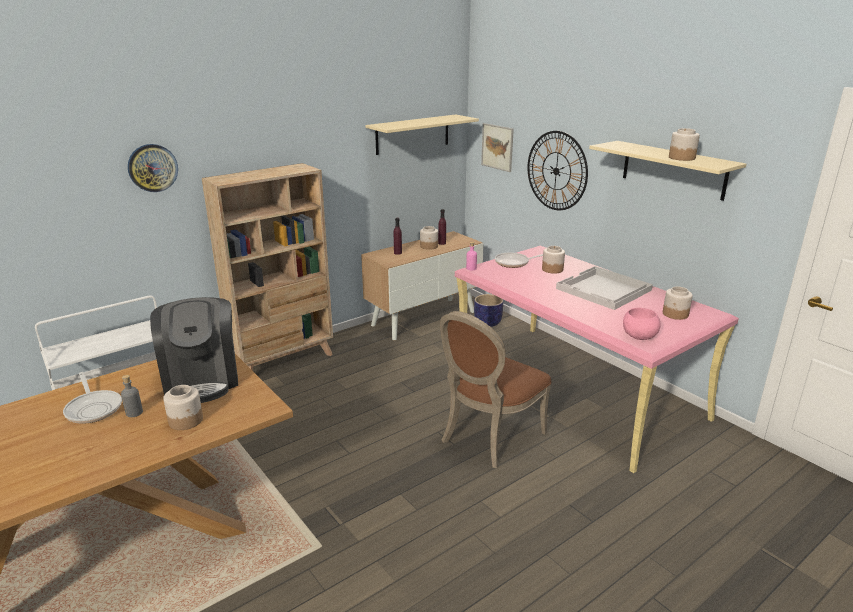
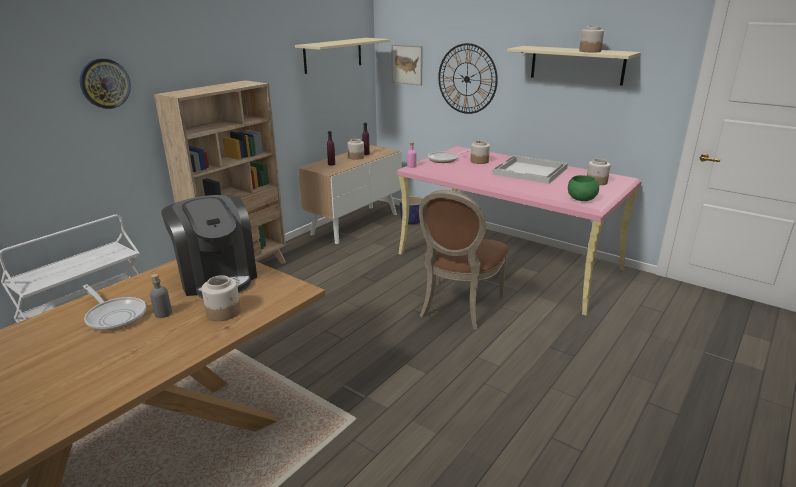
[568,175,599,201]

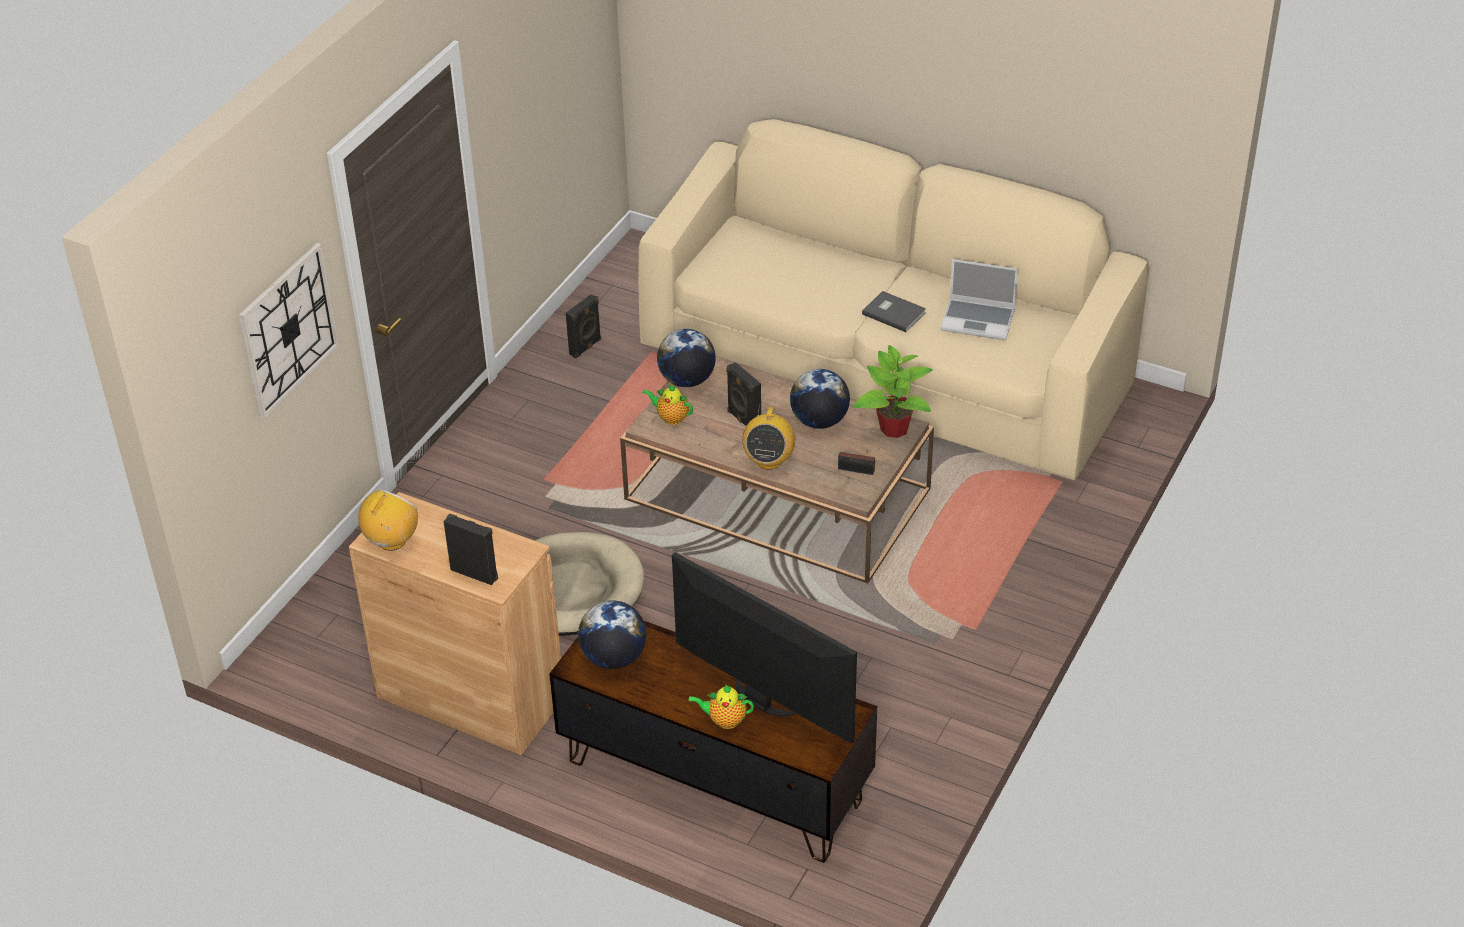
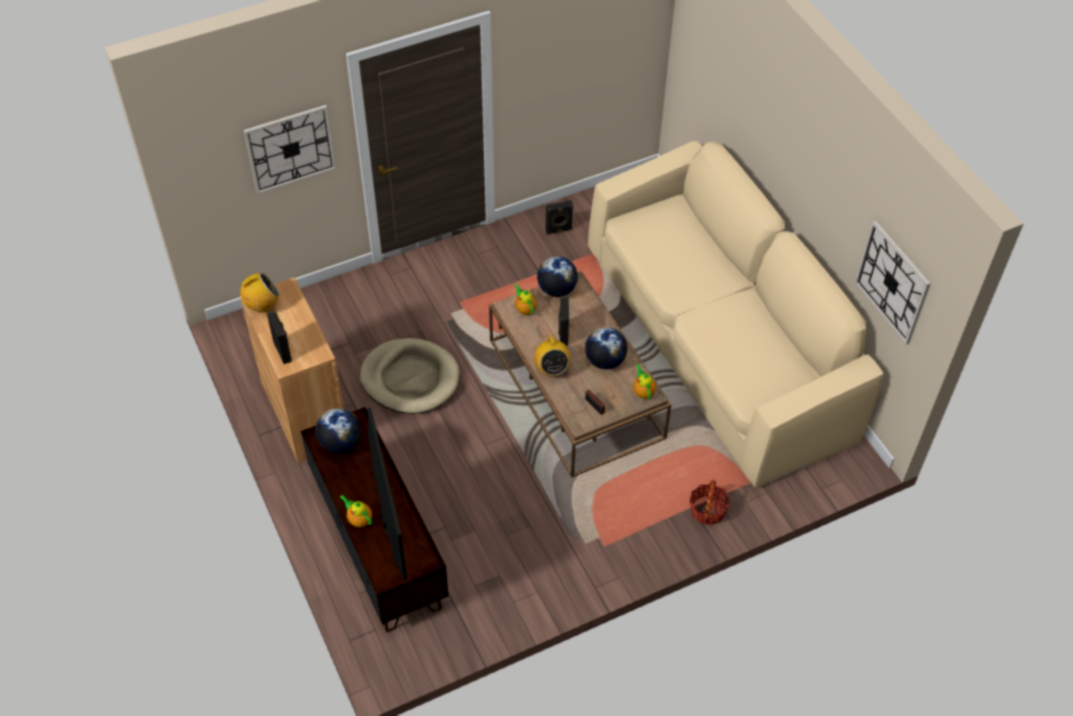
[862,291,926,332] (first image)
[940,259,1018,340] (first image)
[690,480,730,525]
[854,220,931,345]
[633,364,656,399]
[534,335,571,377]

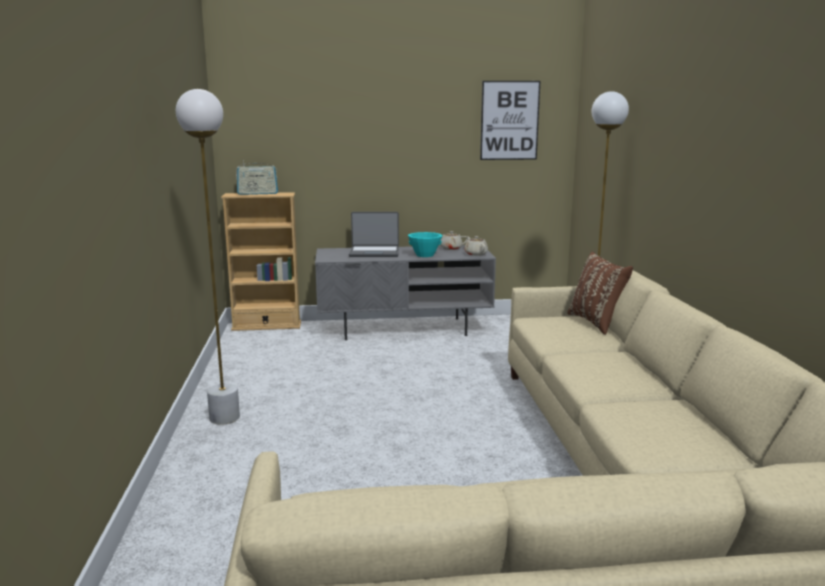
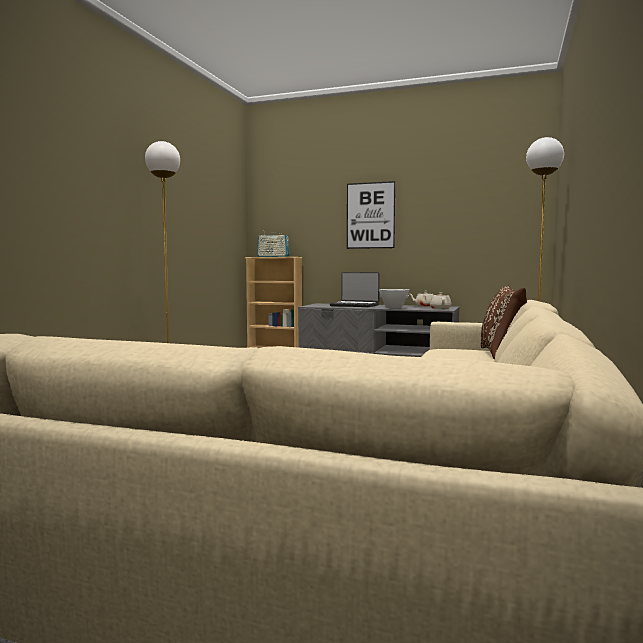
[347,181,396,249]
[379,289,409,308]

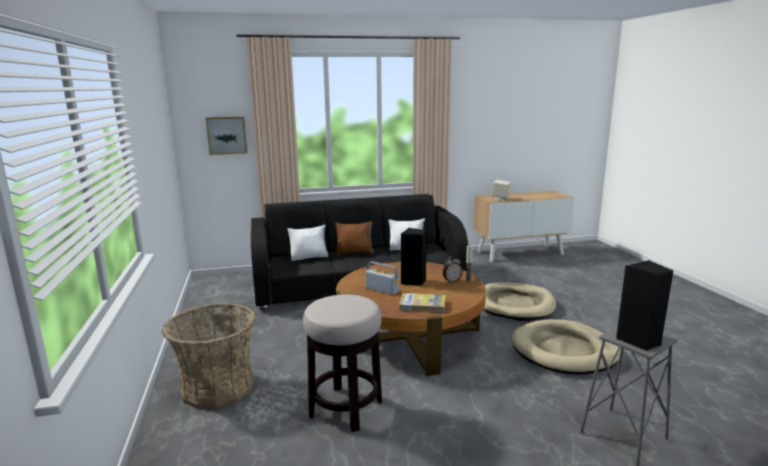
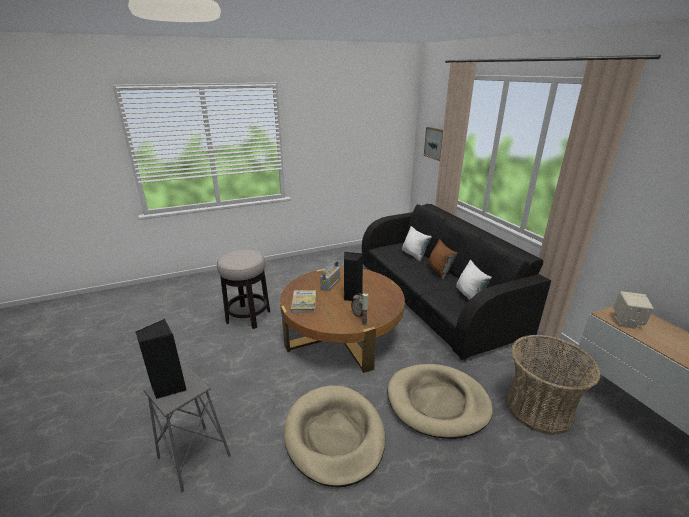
[507,335,601,435]

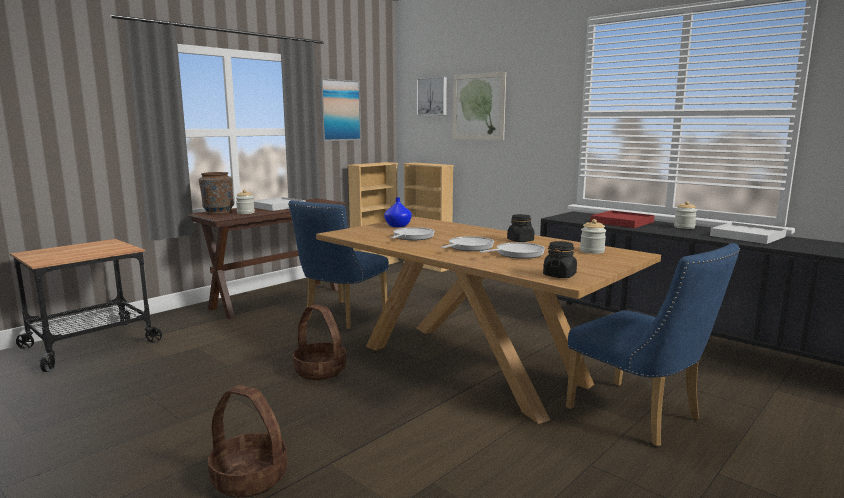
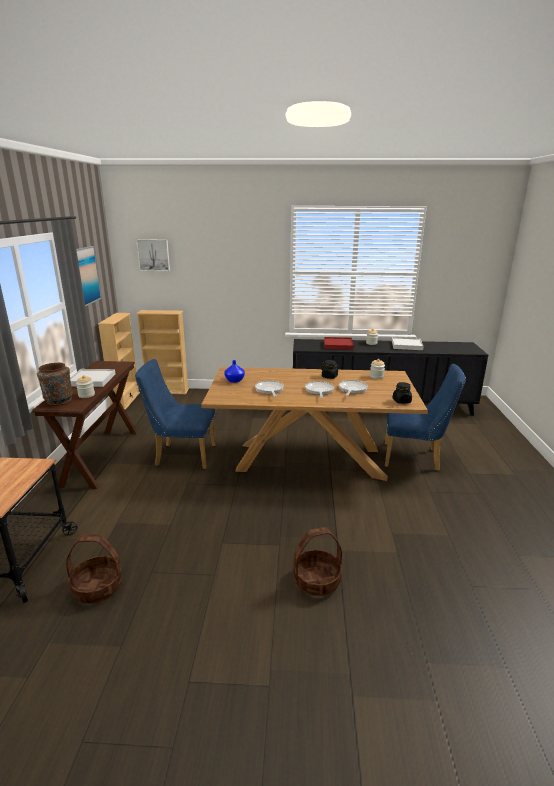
[453,72,506,140] (first image)
[66,534,122,603]
[135,359,216,469]

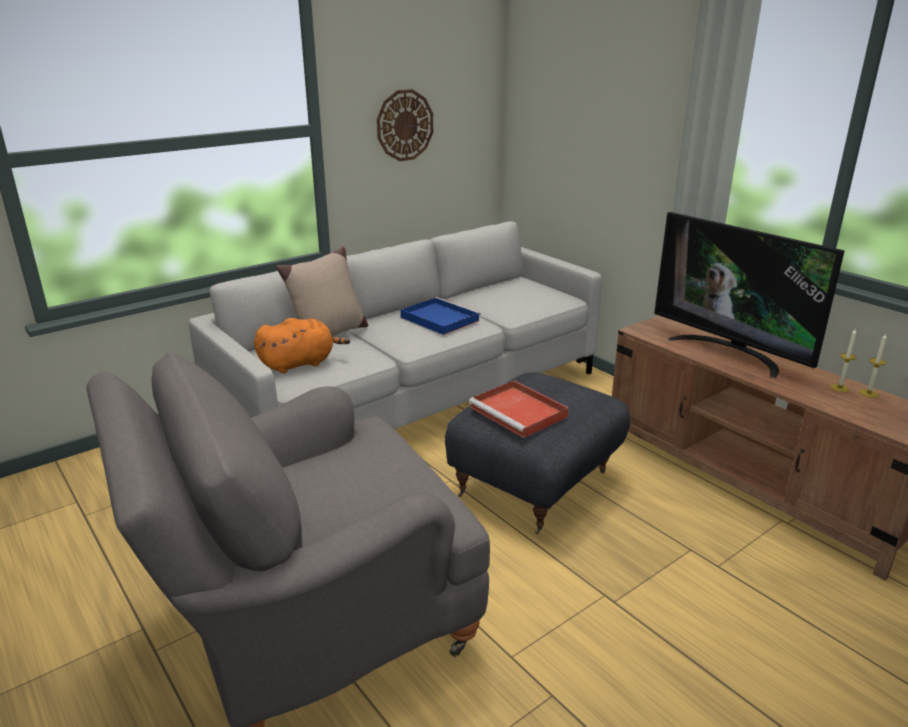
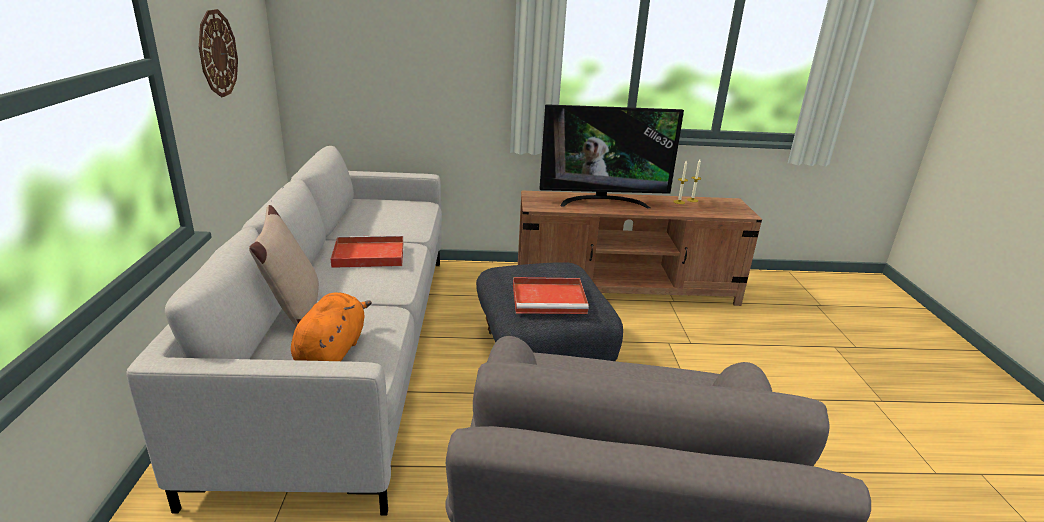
[331,235,403,268]

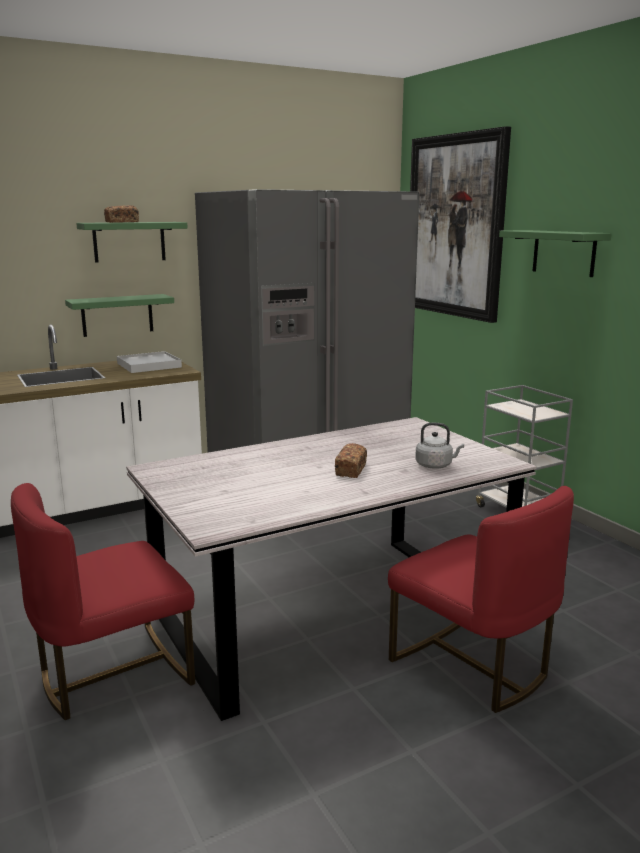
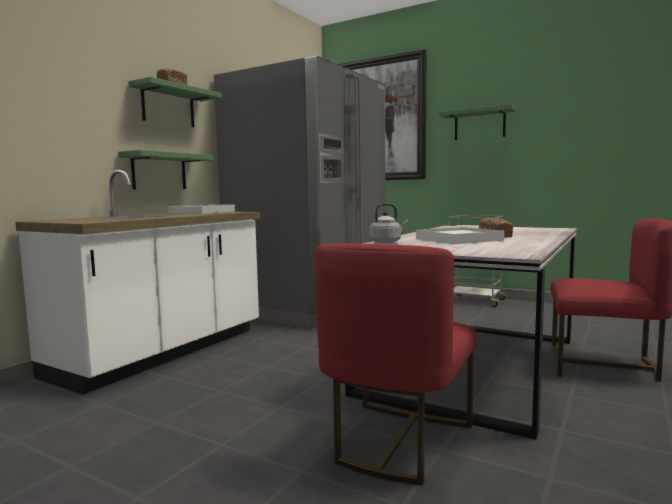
[416,227,504,244]
[370,203,409,243]

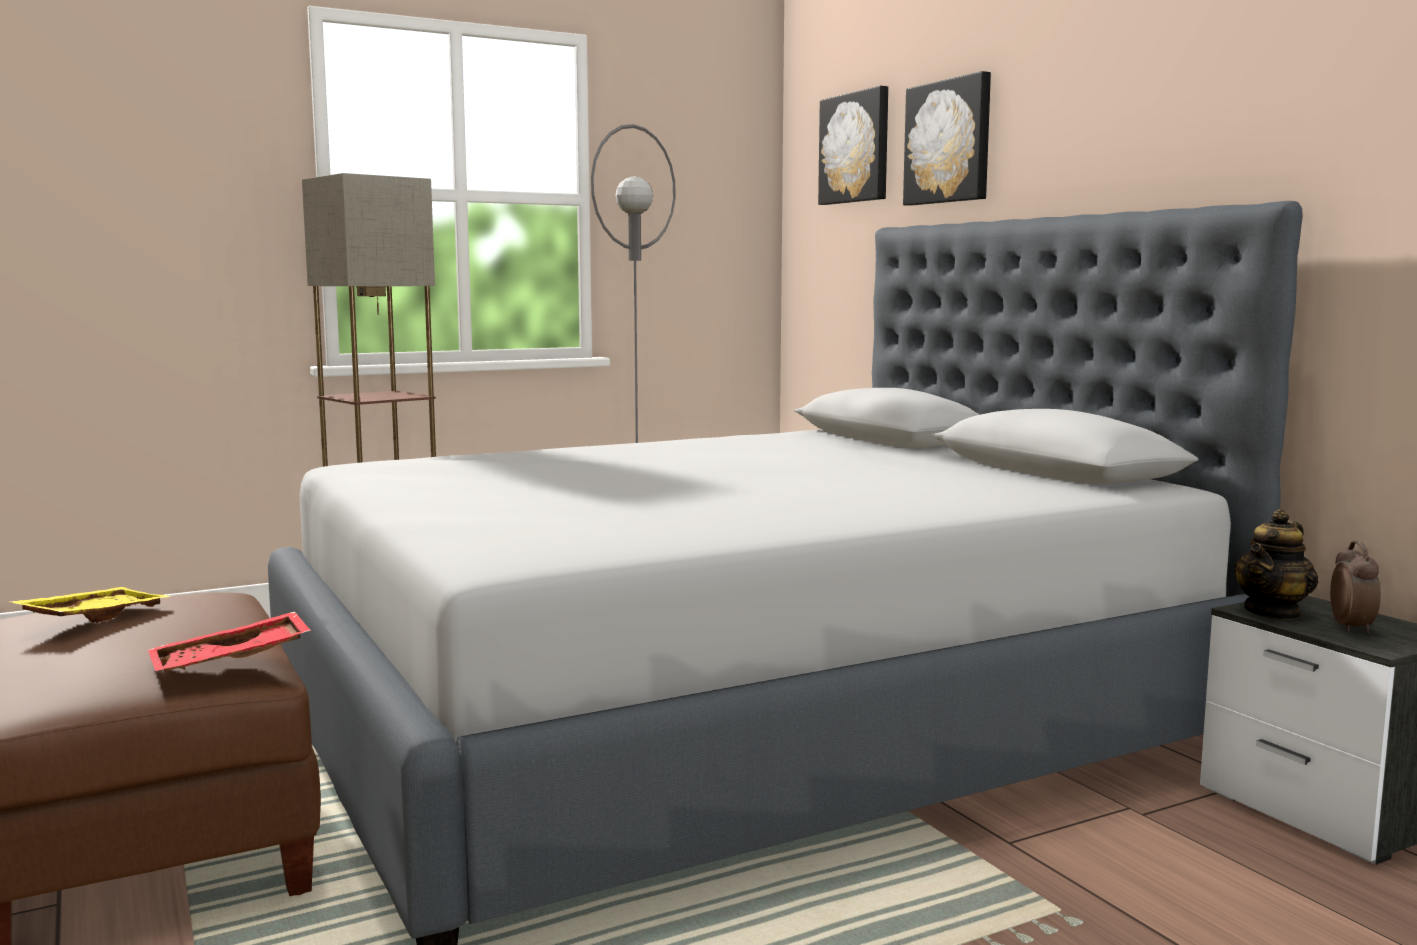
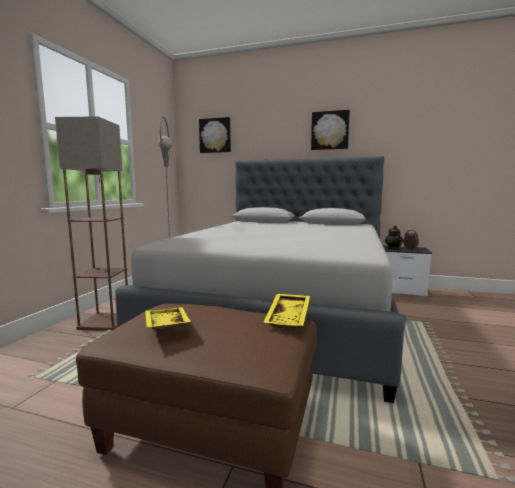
[311,110,350,150]
[263,294,310,328]

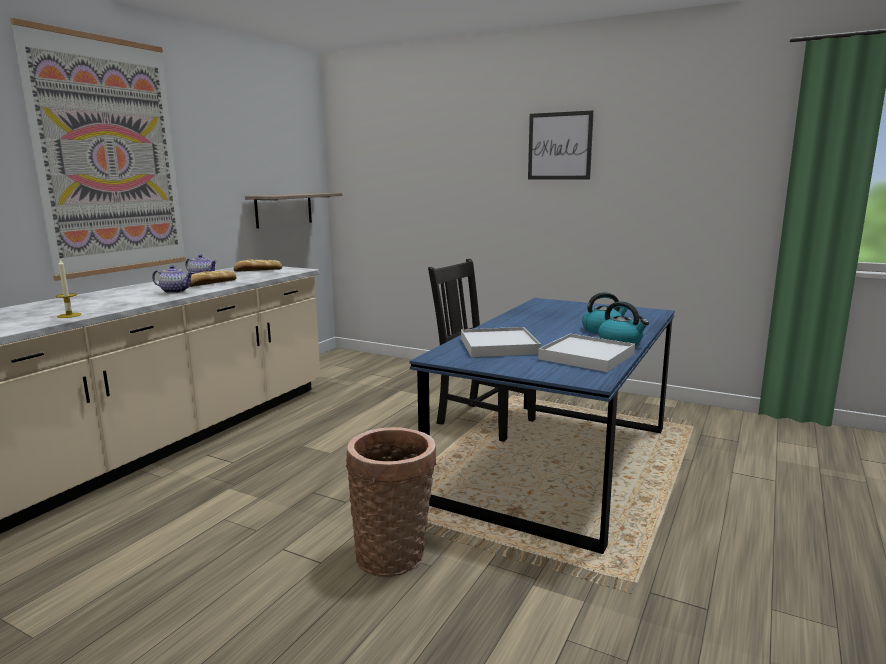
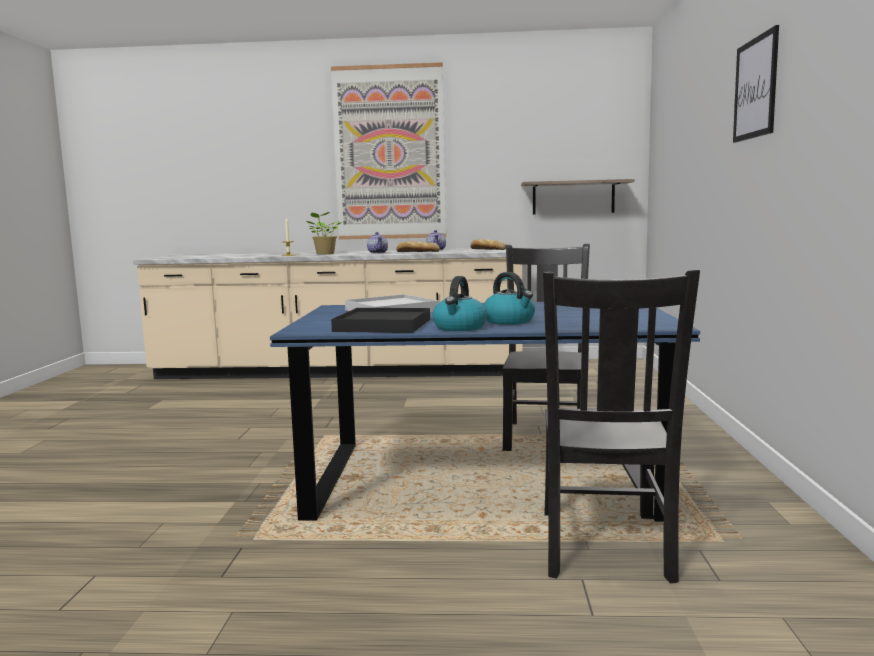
[346,427,436,577] (first image)
[306,212,342,254]
[543,270,700,583]
[331,308,430,333]

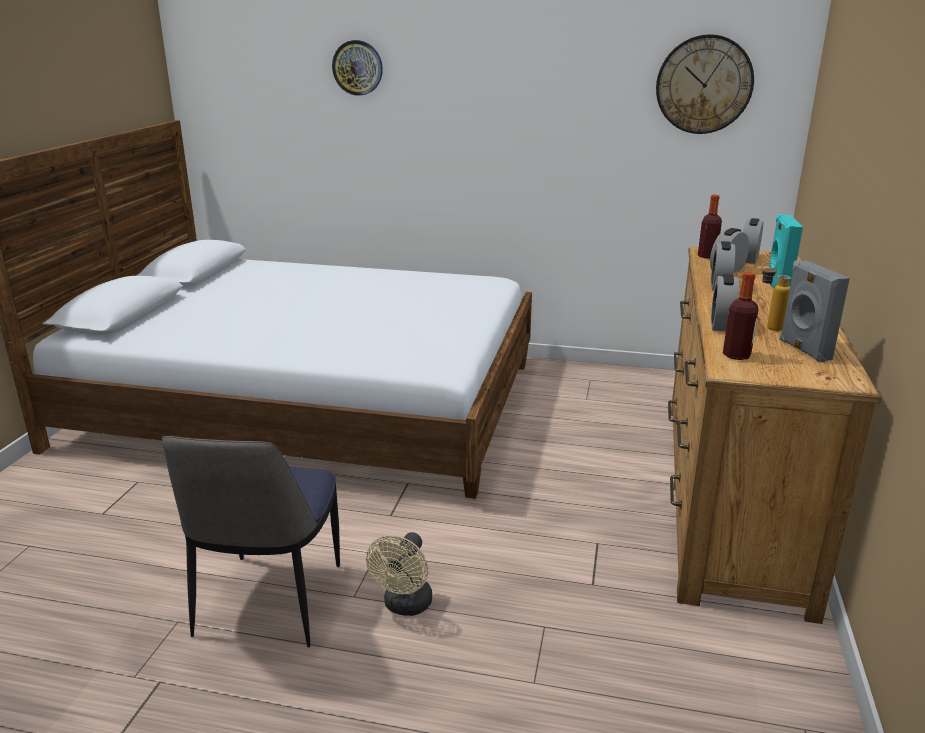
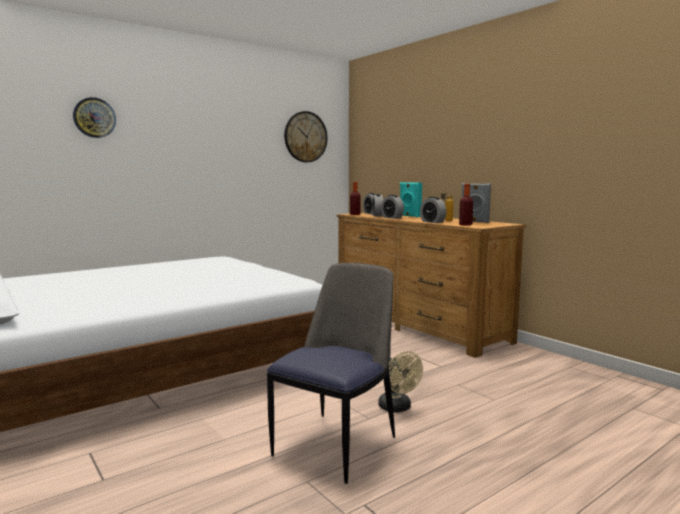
[267,263,395,484]

